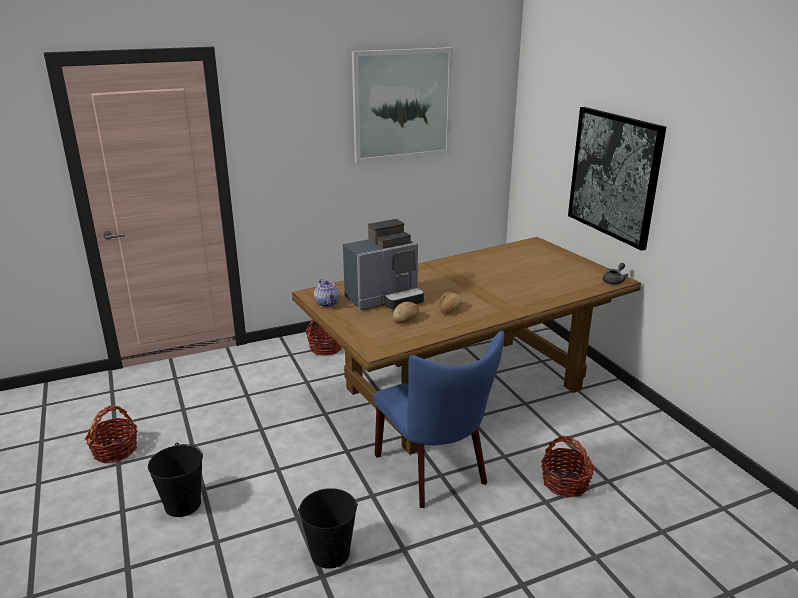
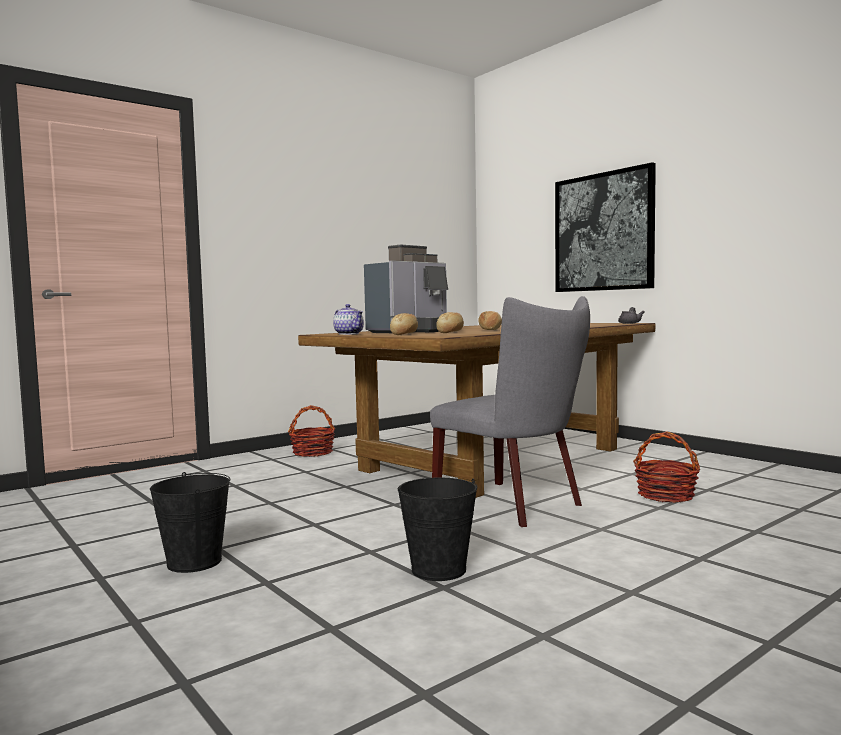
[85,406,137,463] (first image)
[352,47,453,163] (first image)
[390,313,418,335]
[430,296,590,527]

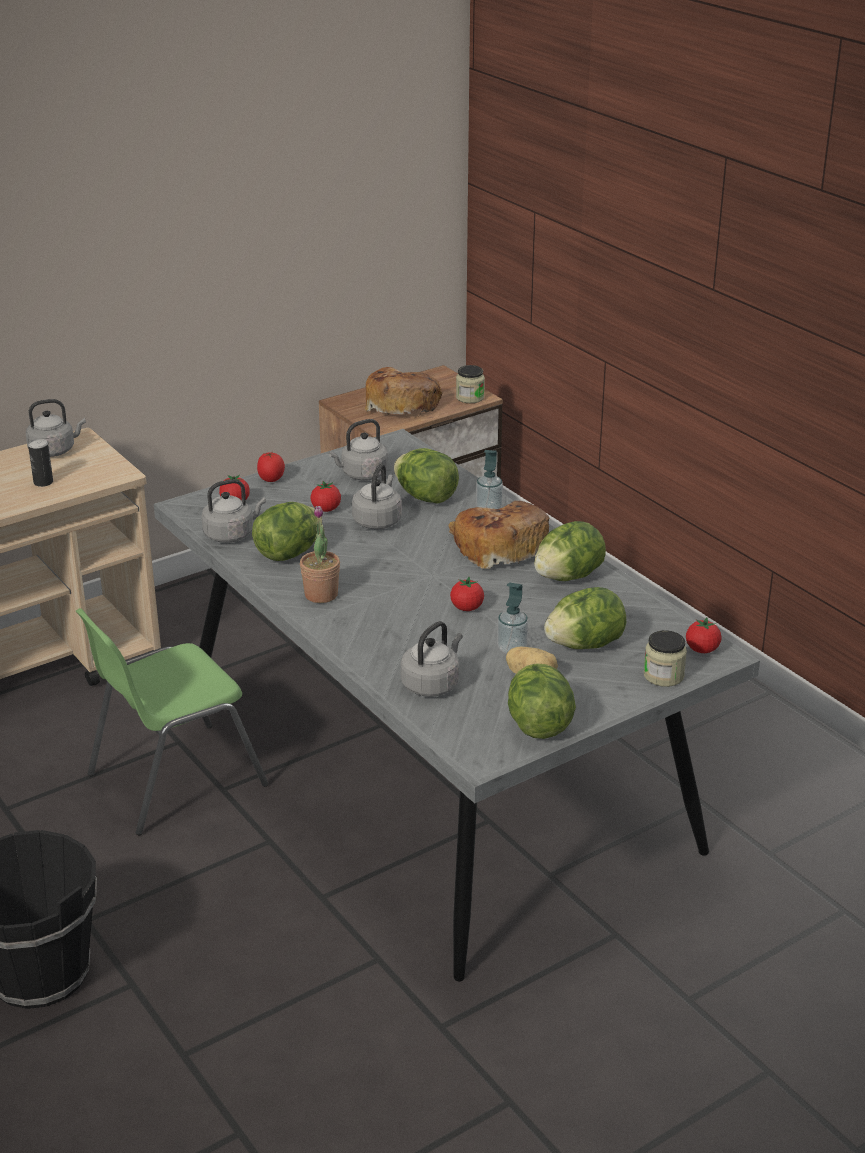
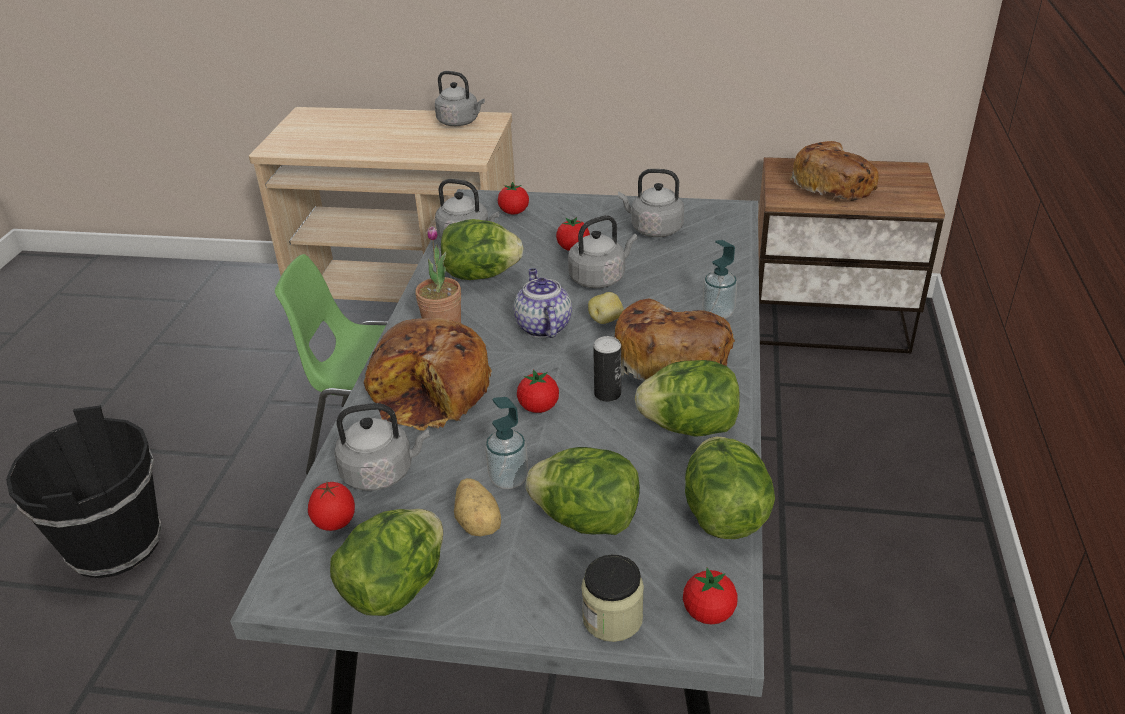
[456,365,485,403] (first image)
[364,318,492,431]
[514,268,572,338]
[588,292,624,324]
[593,336,621,402]
[308,482,355,531]
[685,437,775,539]

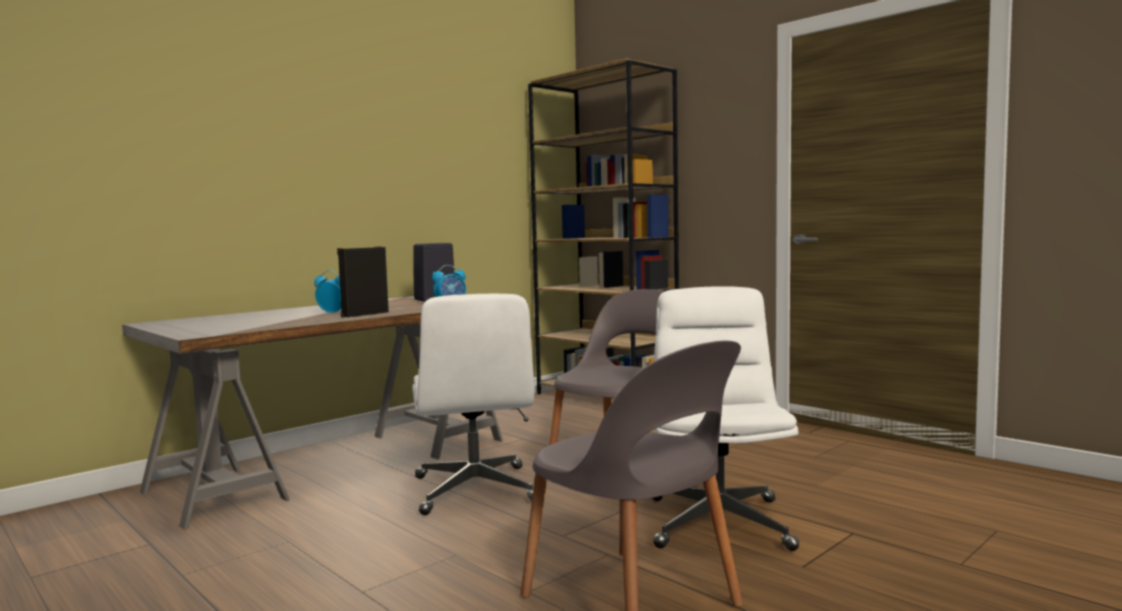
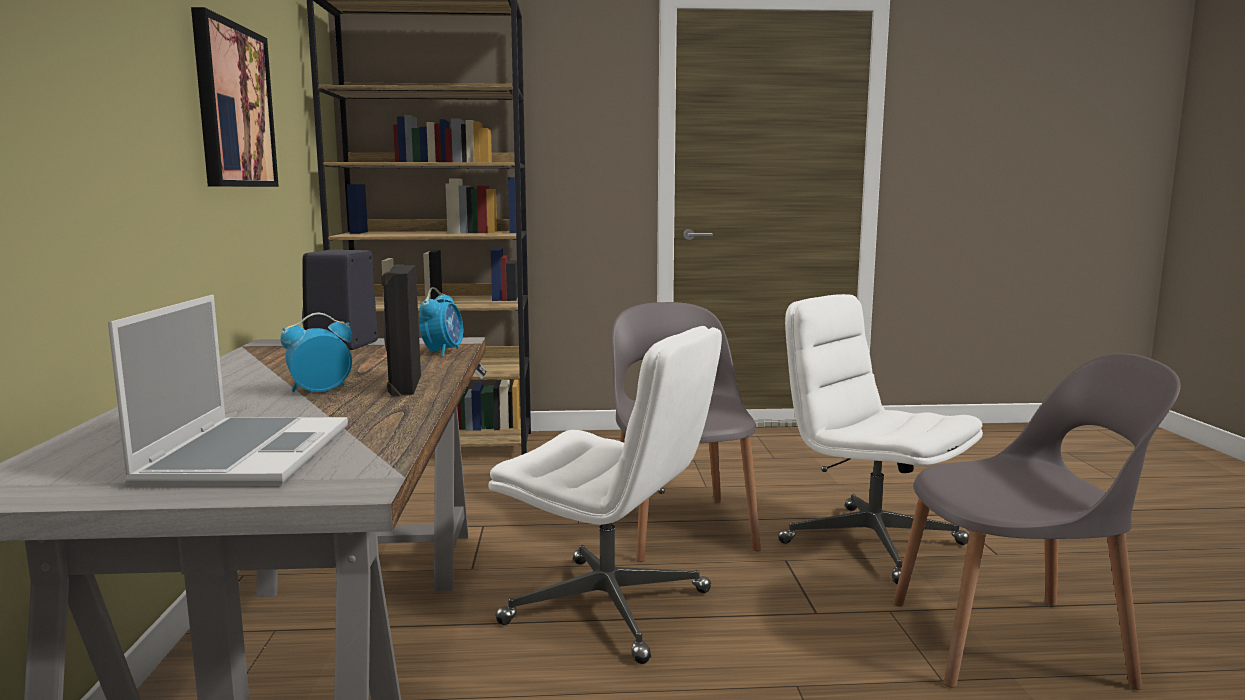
[108,295,348,486]
[191,7,279,187]

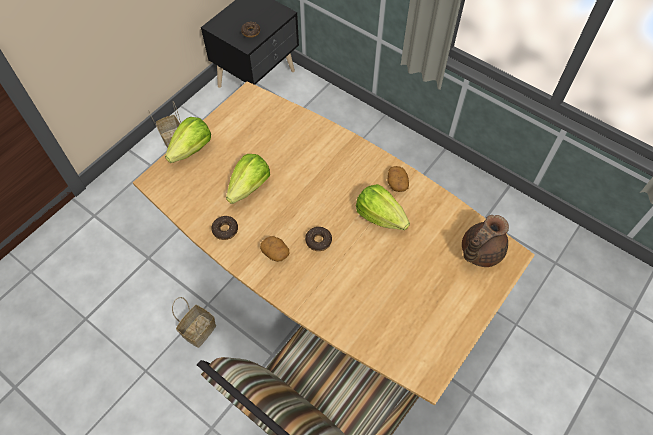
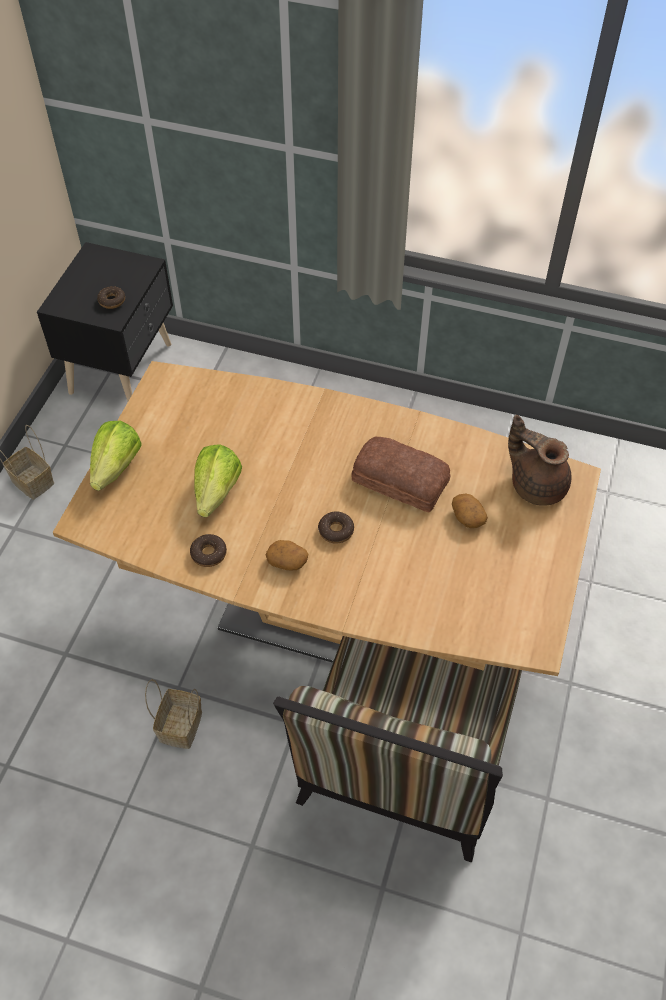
[452,493,488,528]
[351,437,451,512]
[508,415,571,506]

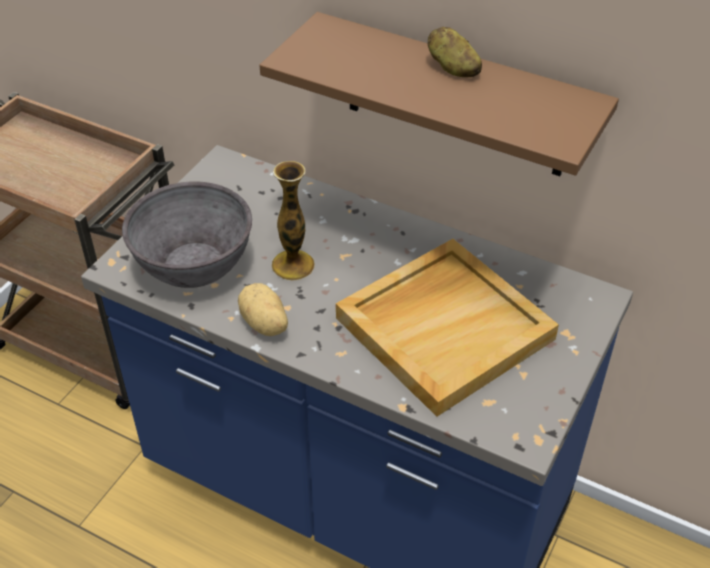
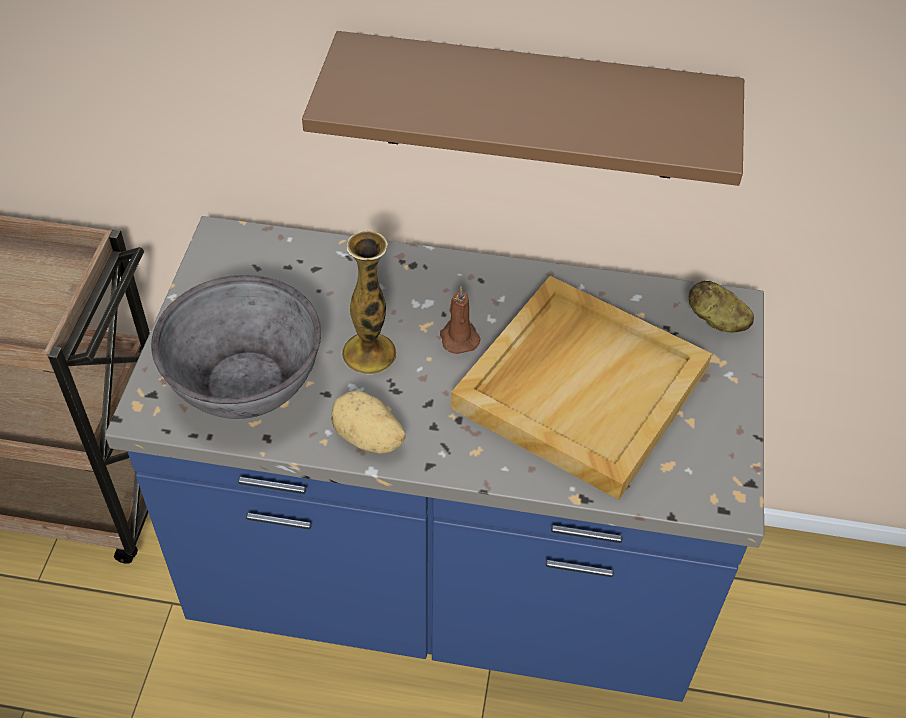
[440,287,481,354]
[689,281,754,332]

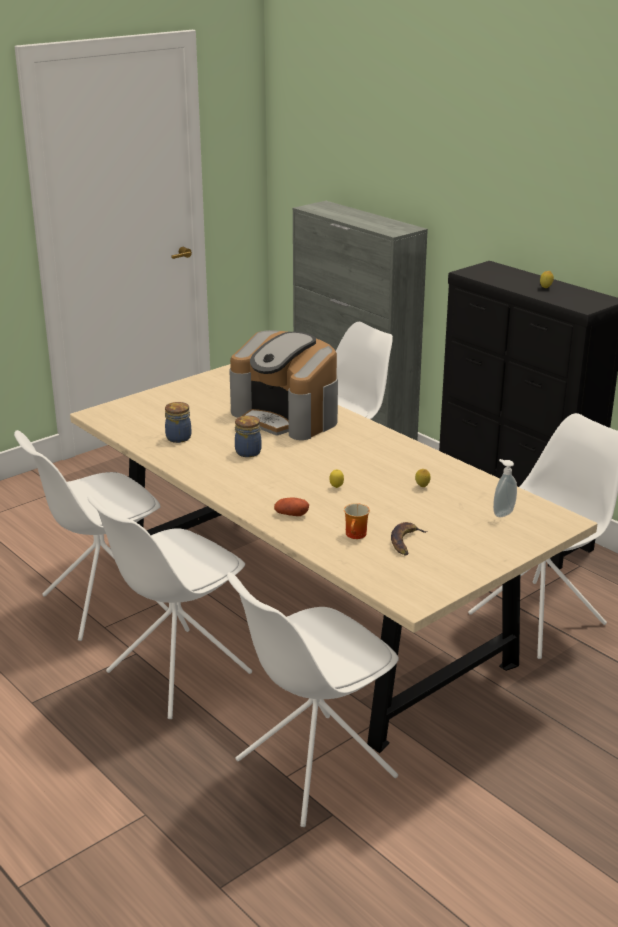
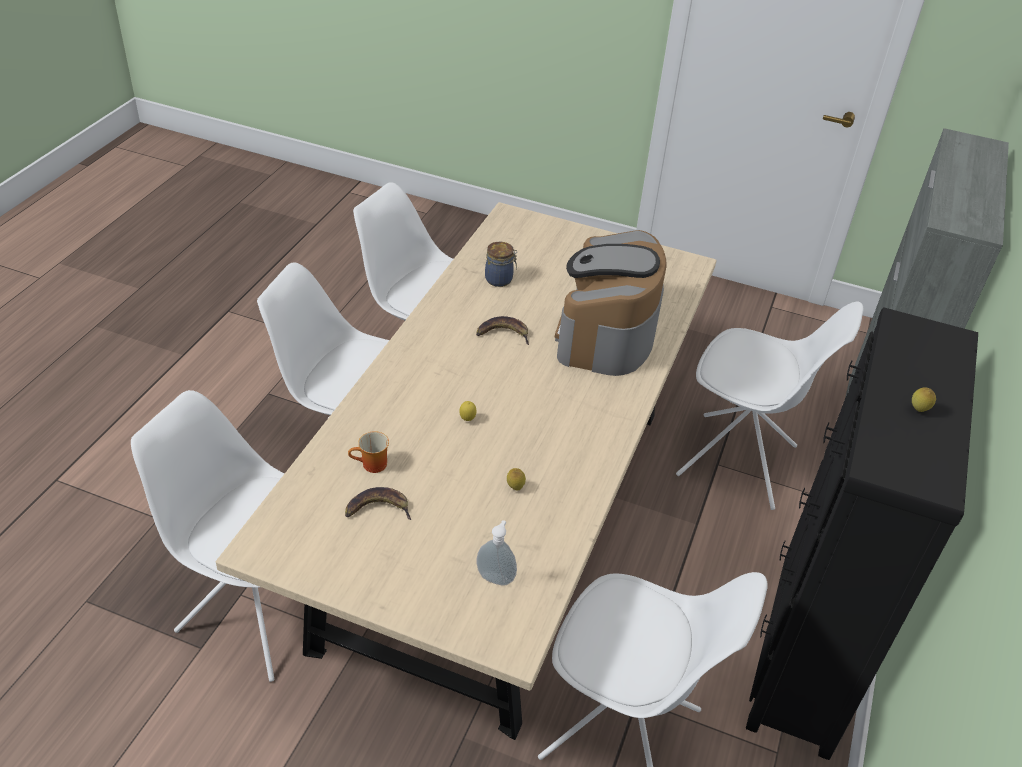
[274,497,309,516] (first image)
[476,316,529,345]

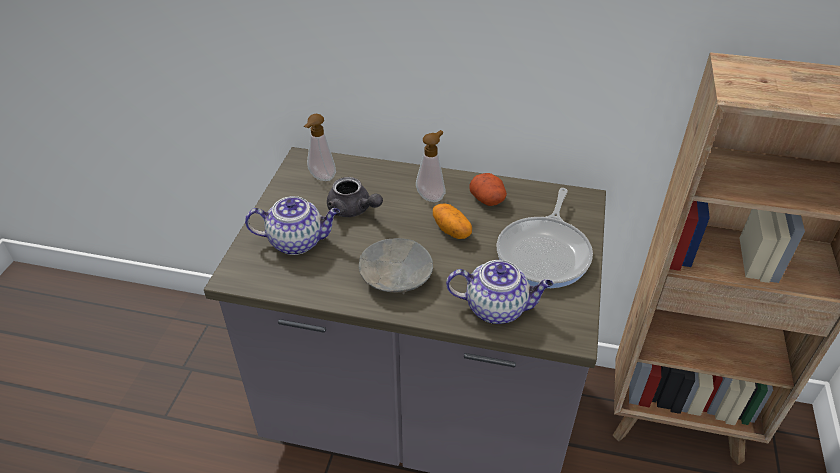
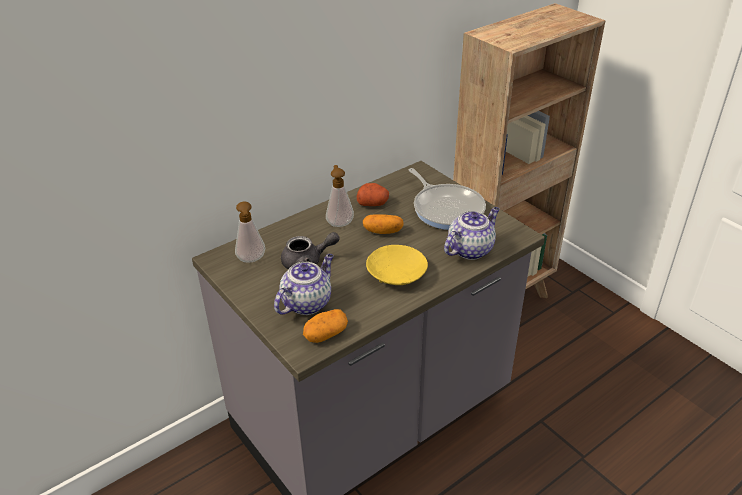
[303,309,348,343]
[366,245,428,285]

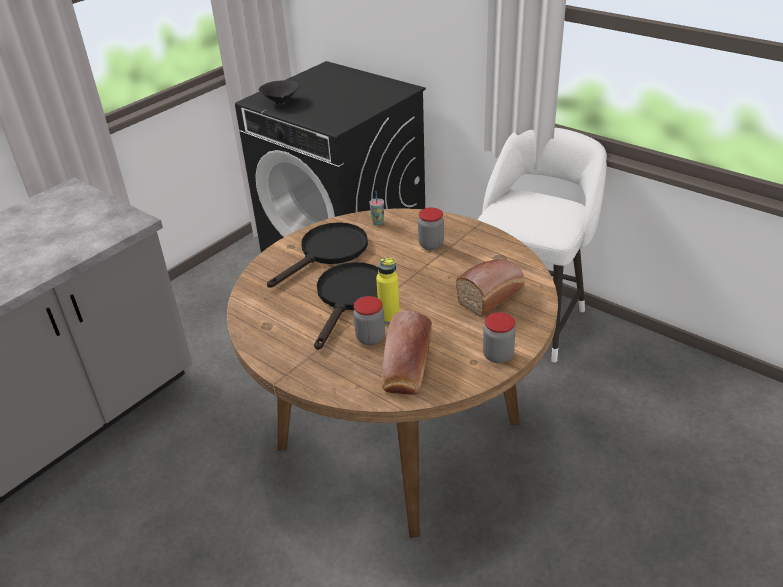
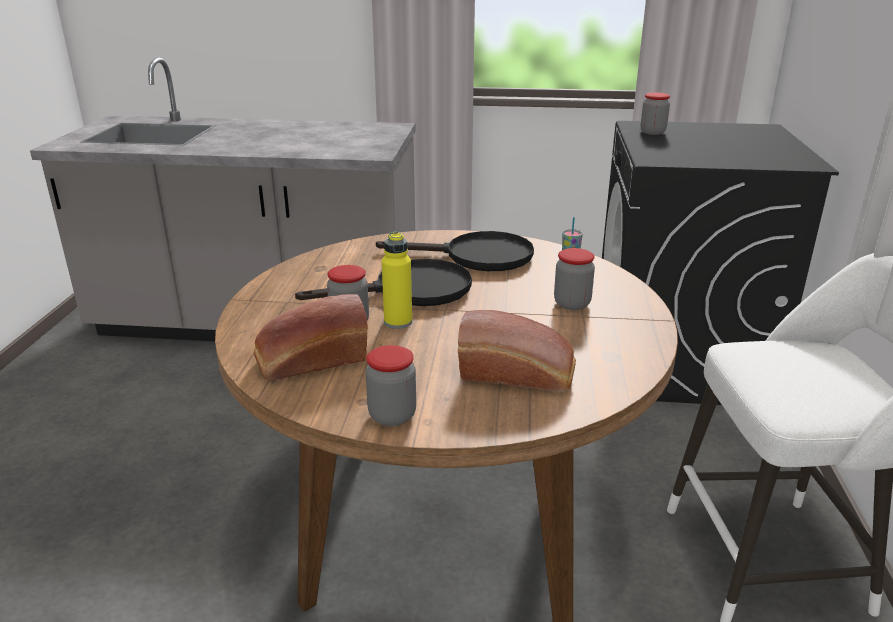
[641,92,670,135]

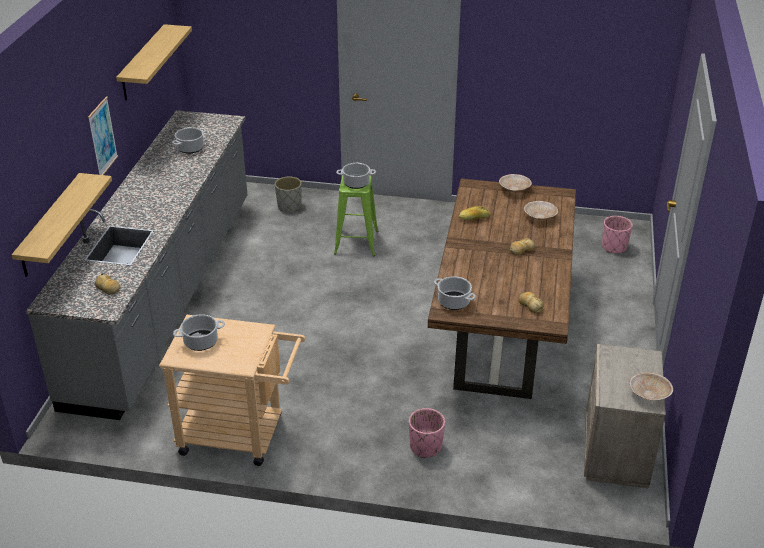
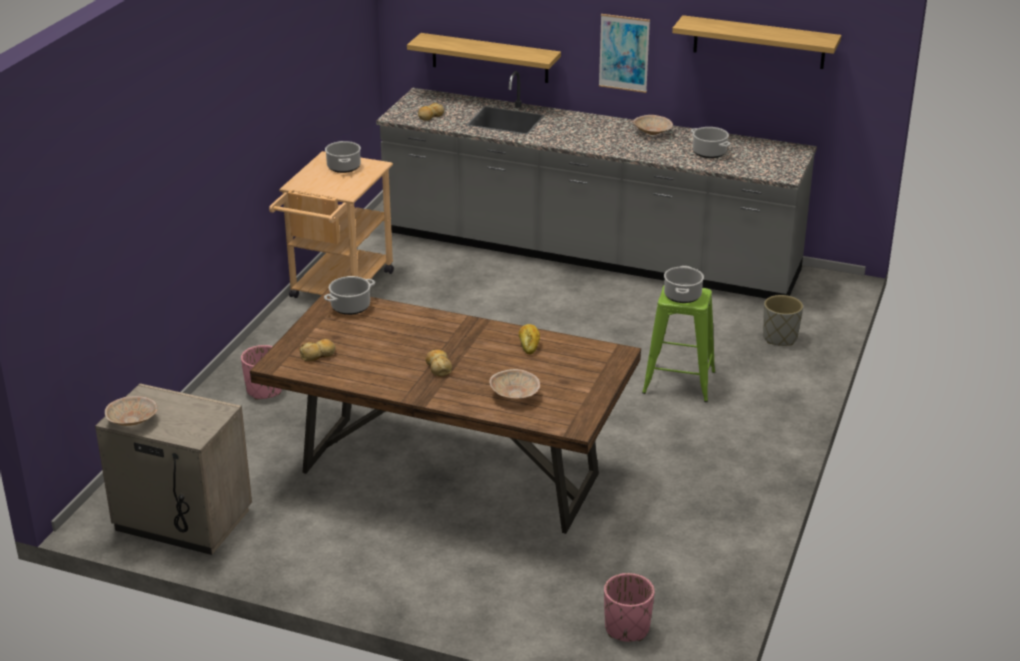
[633,115,673,135]

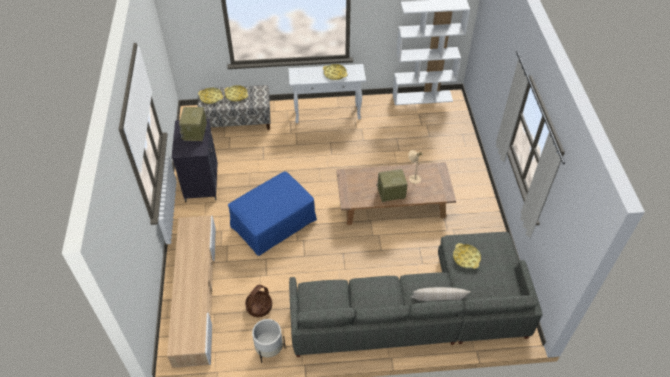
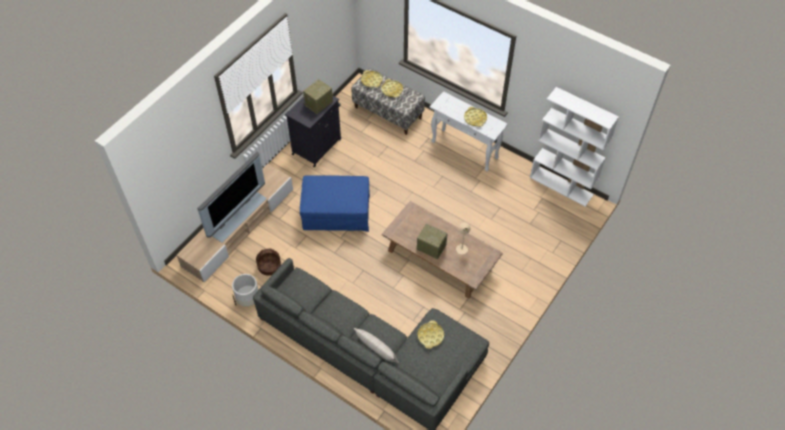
[197,152,267,243]

